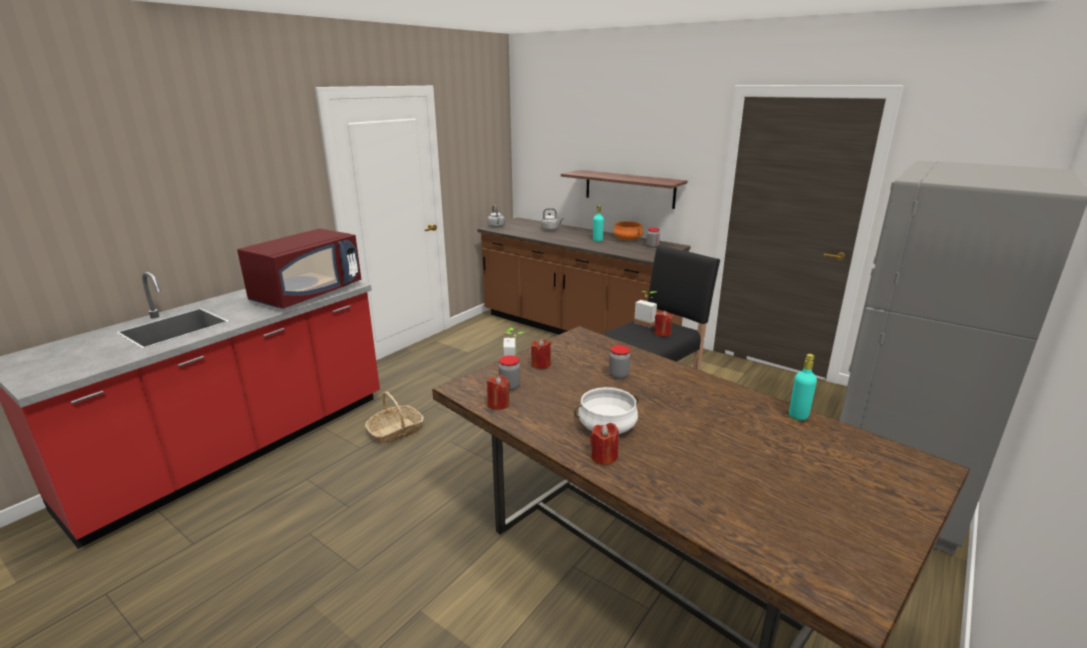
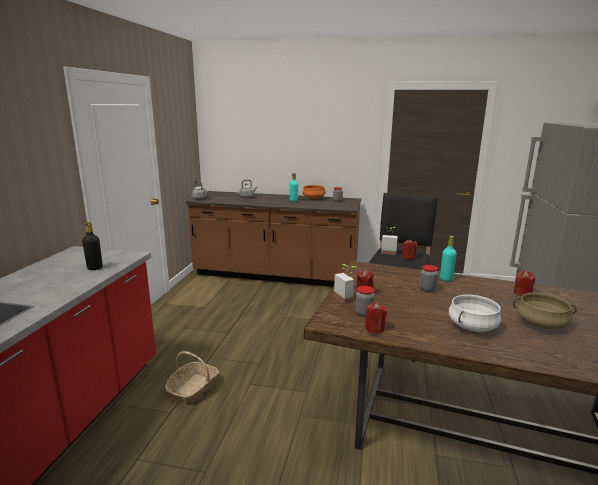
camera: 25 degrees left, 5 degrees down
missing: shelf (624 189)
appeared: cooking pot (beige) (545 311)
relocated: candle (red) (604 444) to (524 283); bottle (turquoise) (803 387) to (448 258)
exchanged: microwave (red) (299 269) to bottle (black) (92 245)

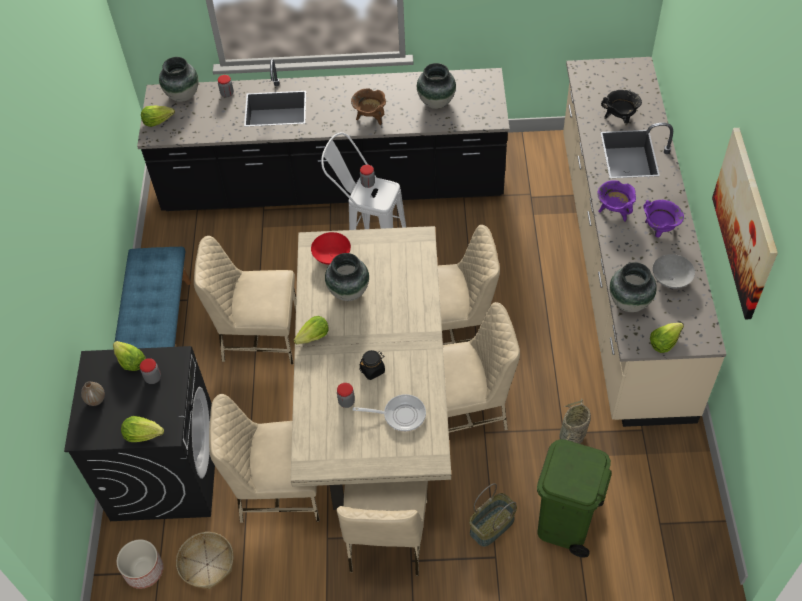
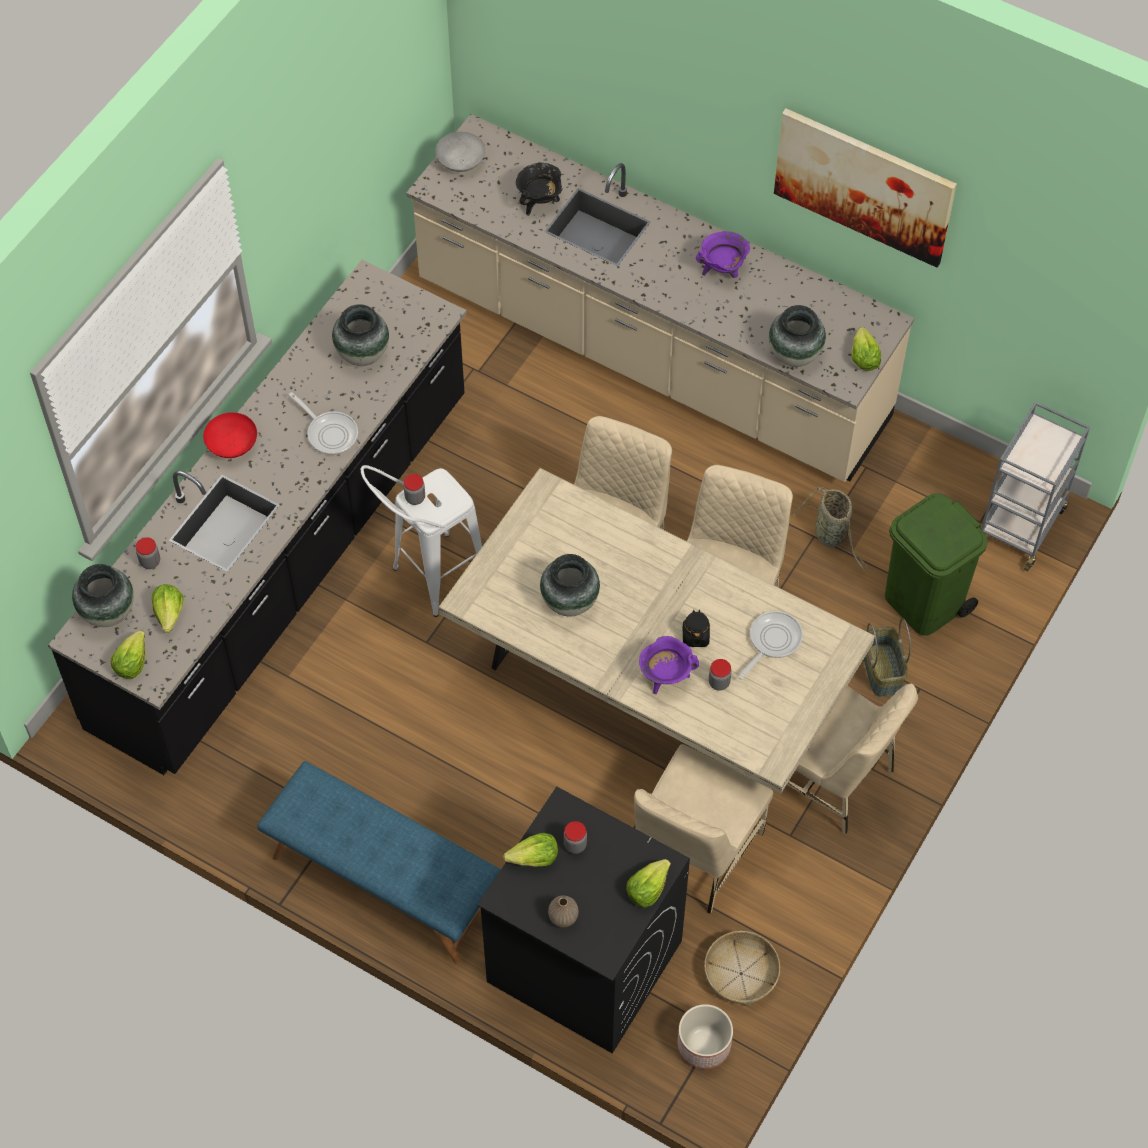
camera: 60 degrees left, 5 degrees up
missing: chair (beige) (245 300)
appeared: cart (grey) (1035 487)
relocated: lettuce (311 330) to (167 608); bowl (red) (331 248) to (230 435); cooking pot (purple) (616 201) to (669 665); bowl (grey) (674 271) to (460 152)
exchanged: cooking pot (brown) (368 106) to frying pan (323 423)

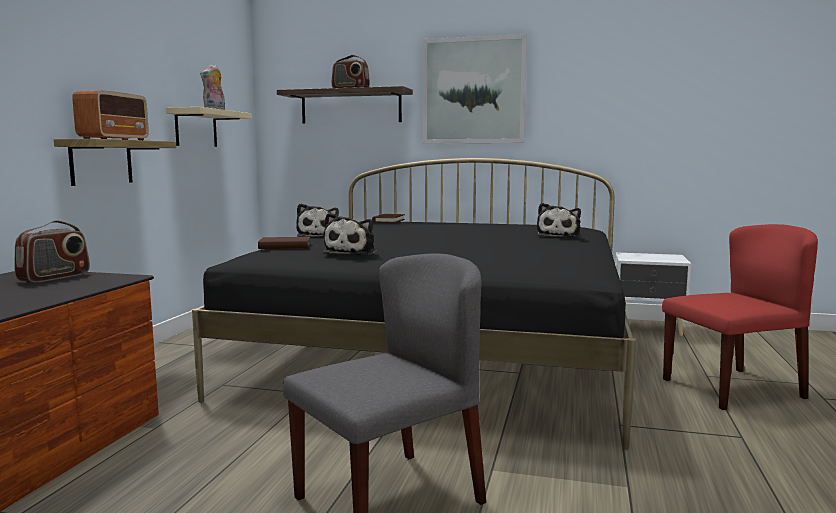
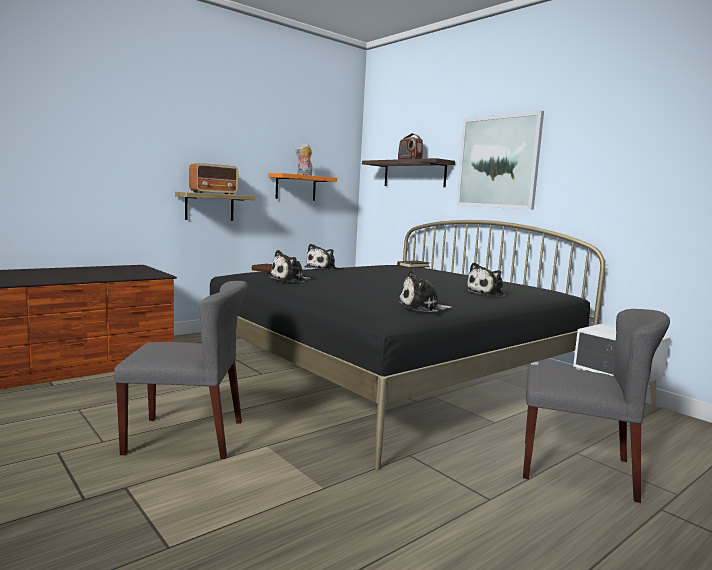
camera: 35 degrees right, 0 degrees up
missing: radio (52 251)
appeared: plush toy (425 291)
colour: shelf (beige) (209 127) to shelf (orange) (302 187); chair (red) (740 317) to chair (grey) (596 406)

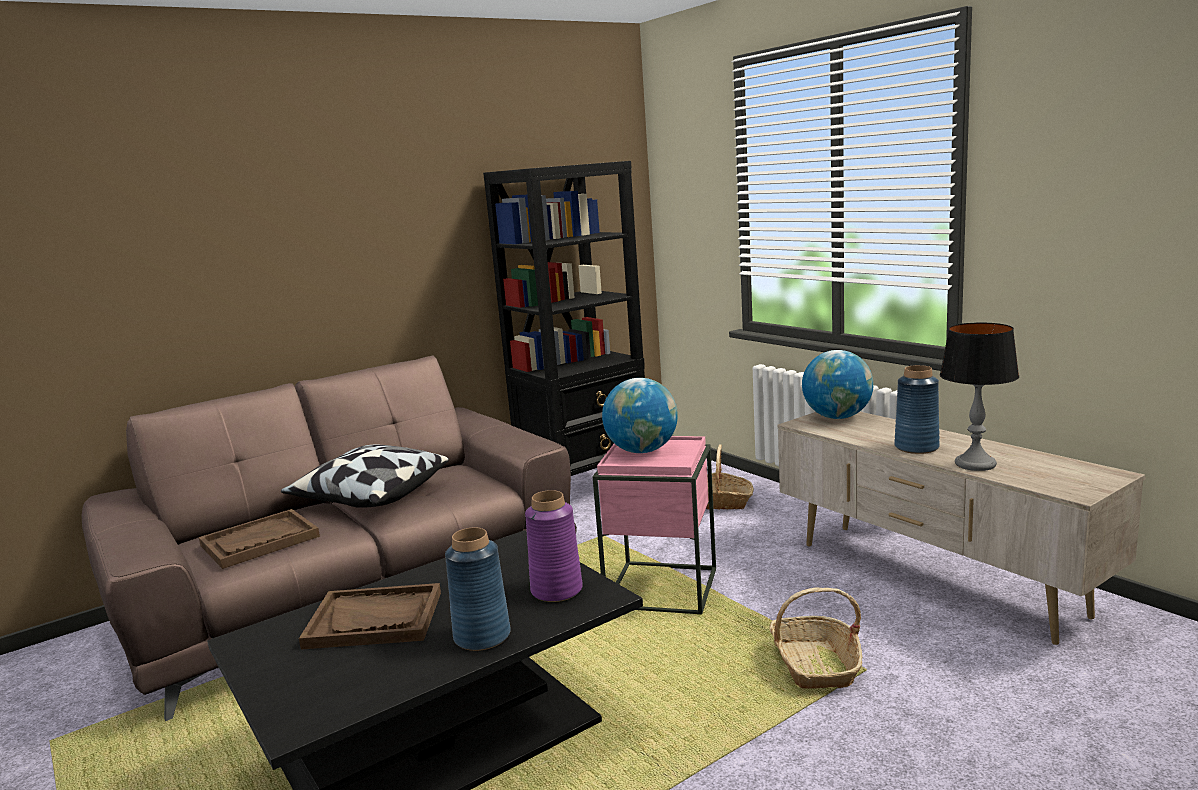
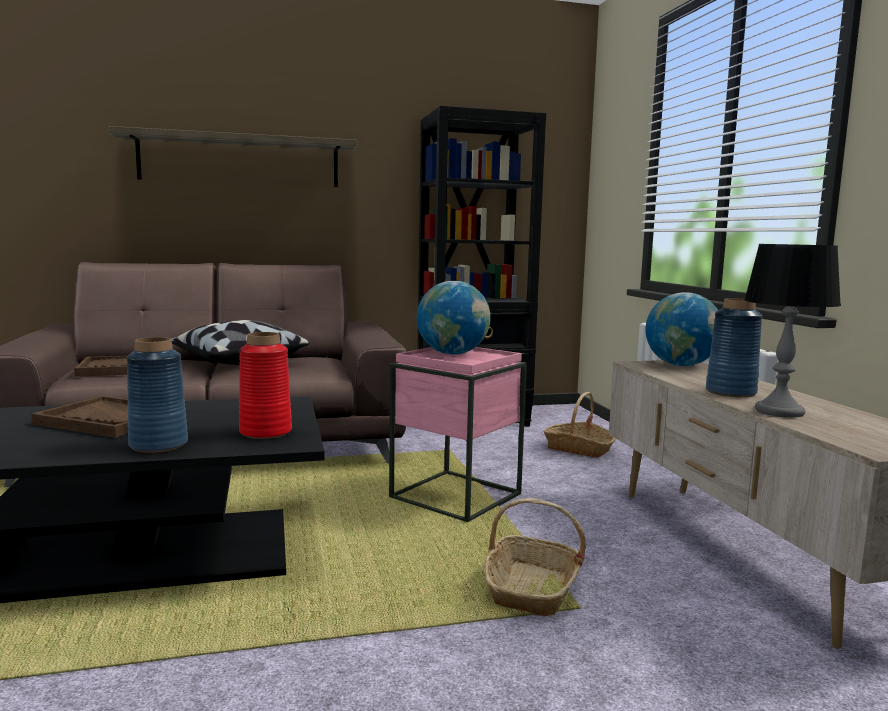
camera: 20 degrees right, 5 degrees down
appeared: shelf (233 156)
colour: vase (purple) (554 546) to vase (red) (265 385)

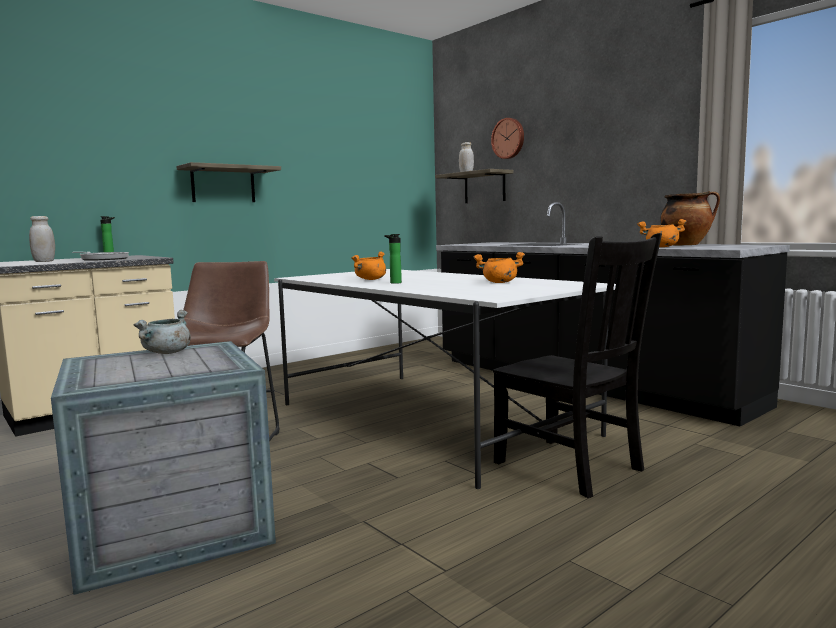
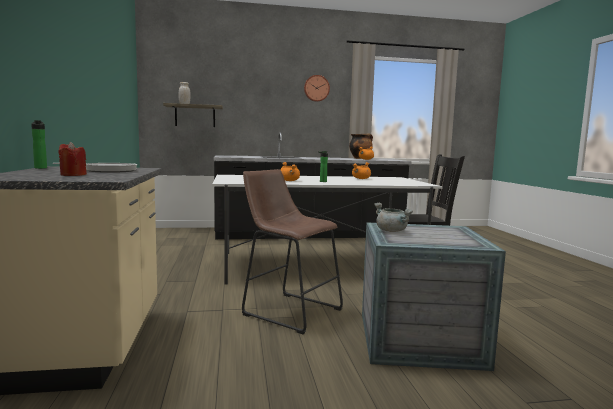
camera: 60 degrees left, 0 degrees up
missing: shelf (228 182)
relocated: wall clock (507 138) to (317 88)
exchanged: jar (white) (42 239) to candle (red) (73 159)

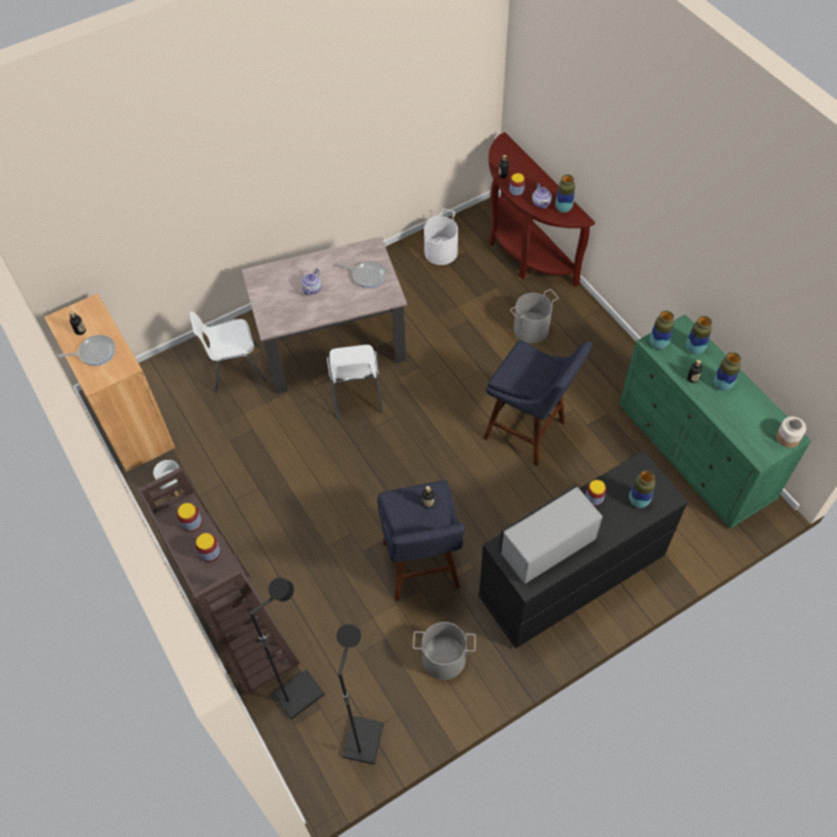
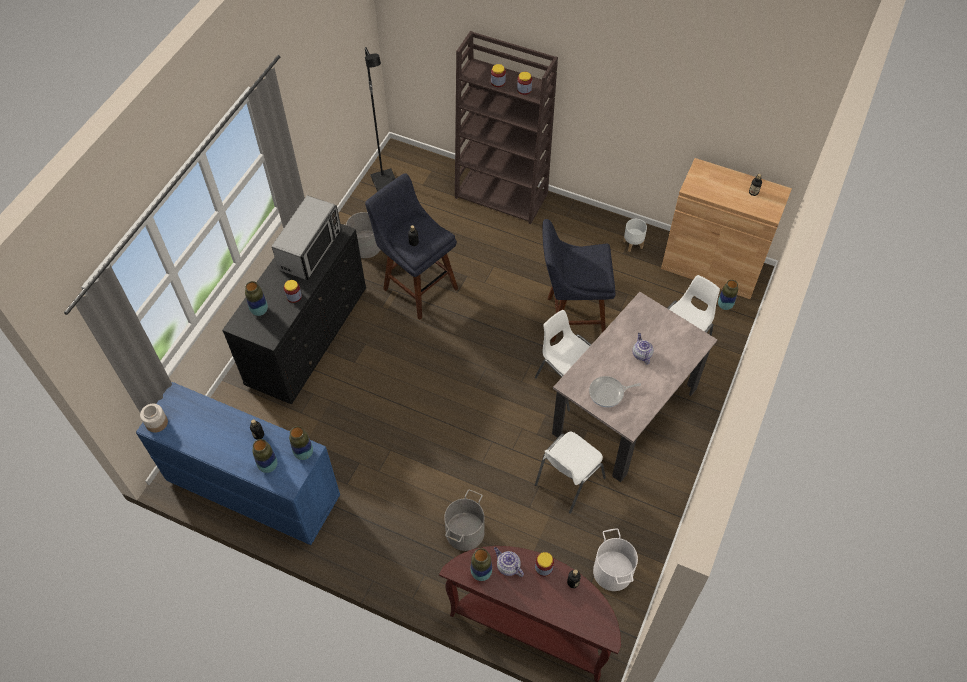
camera: 145 degrees right, 0 degrees up
missing: frying pan (86 350); floor lamp (black) (287 648)
appeared: chair (white) (570 473)
relocated: stool (blue) (537 403) to (579 280); vase (727 371) to (728 295)
colour: dresser (green) (715 422) to dresser (blue) (238 463)

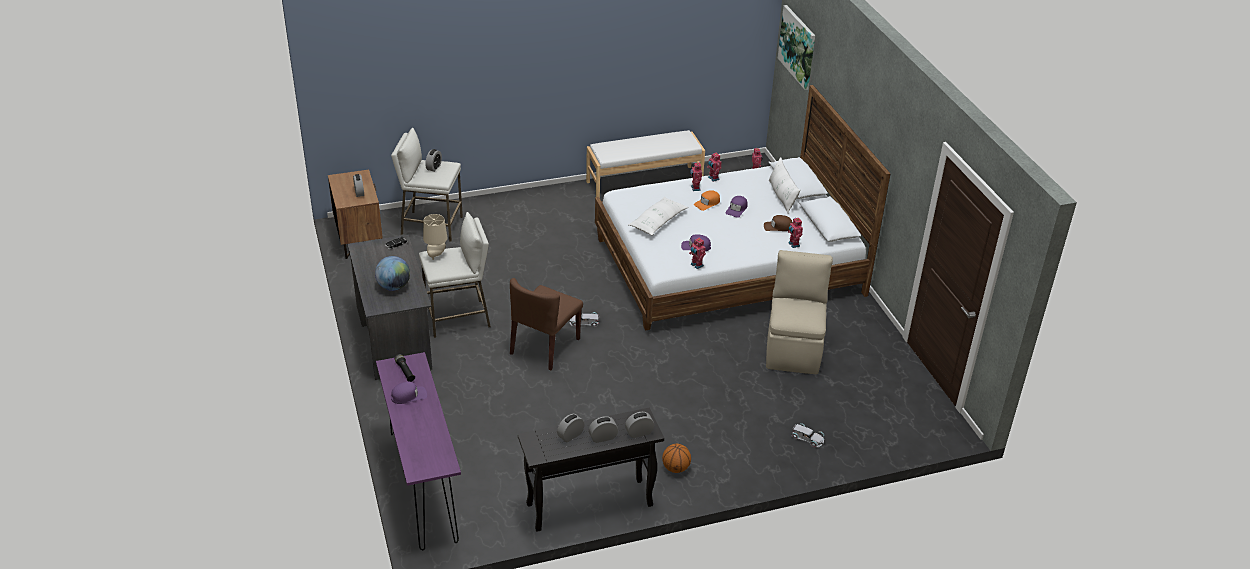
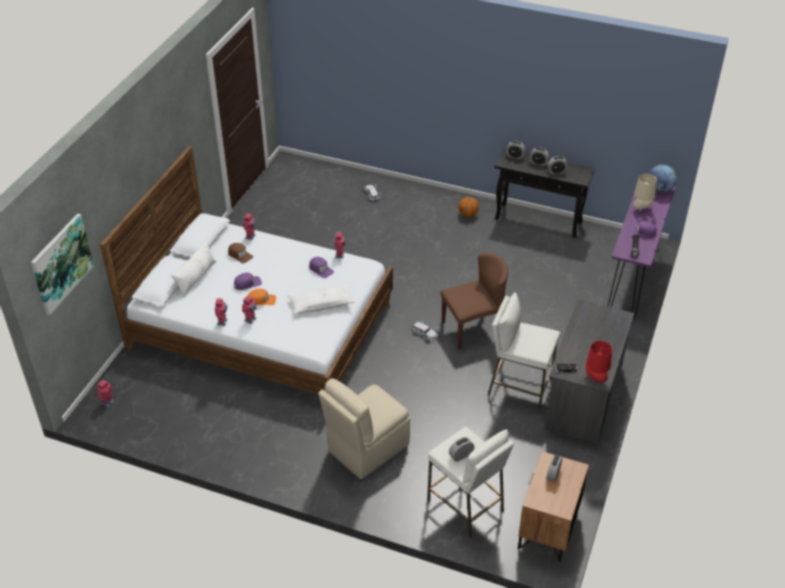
camera: 140 degrees left, 5 degrees up
missing: bench (white) (645 164)
appeared: table lamp (red) (599 362)
relocated: globe (392 273) to (663 179); table lamp (beige) (435 237) to (645 192); chair (beige) (799 312) to (364 428)

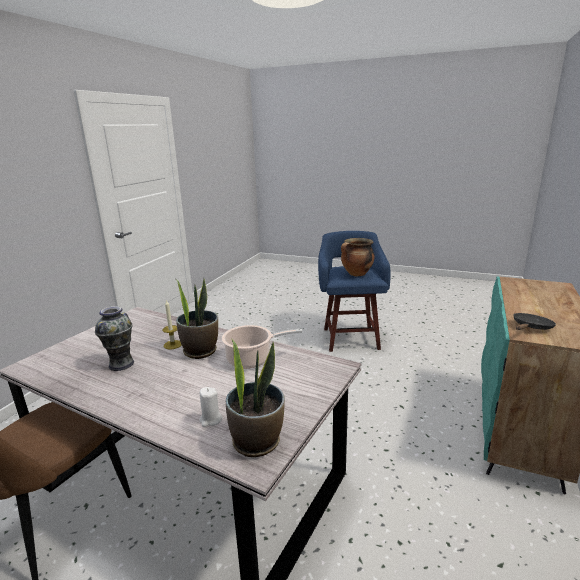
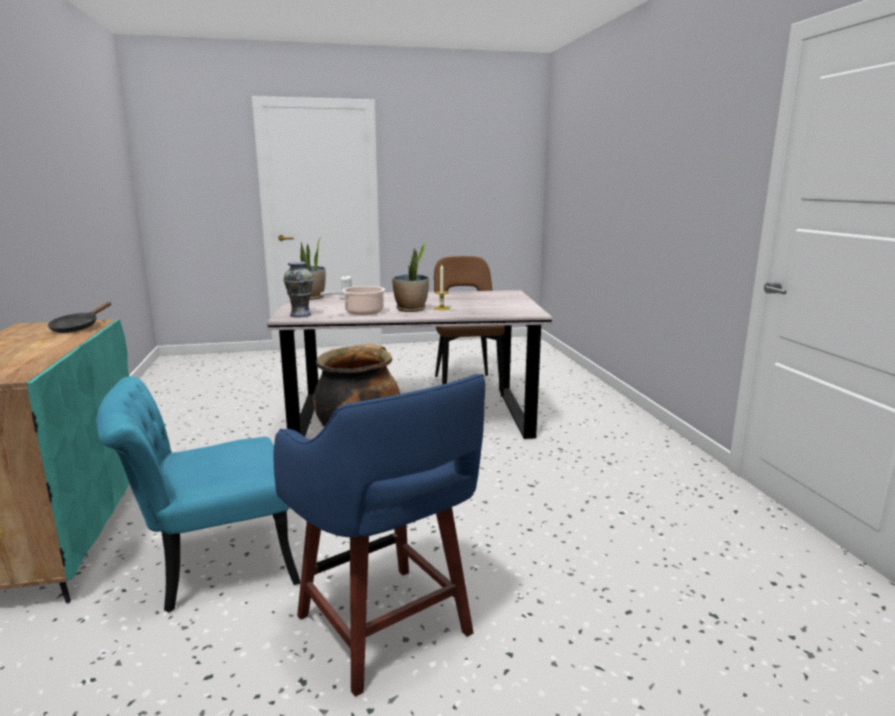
camera: 145 degrees right, 5 degrees down
appeared: chair (turquoise) (198 494)
relocated: vase (114 338) to (298 289)

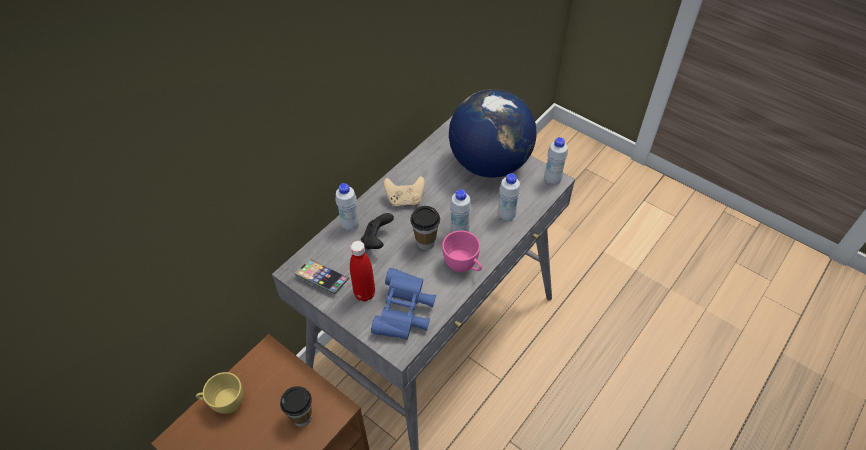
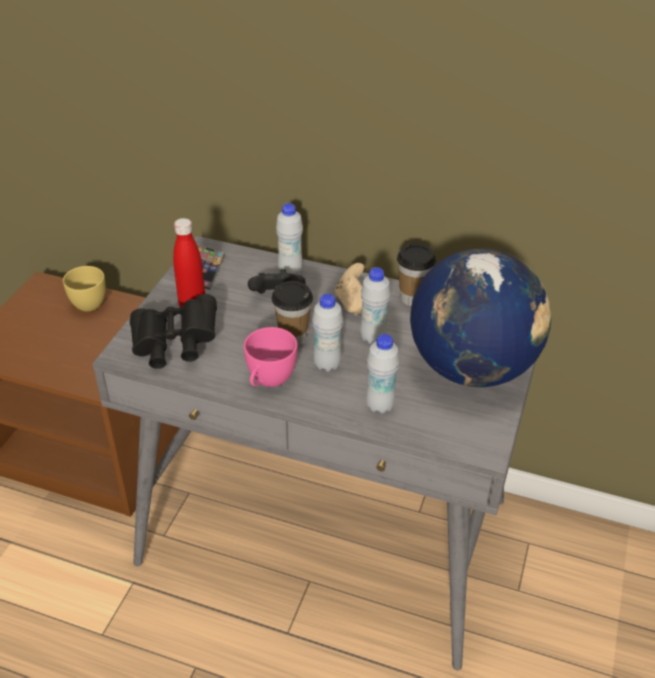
camera: 70 degrees right, 10 degrees down
relocated: cup (296 406) to (416 274); bottle (white) (556 161) to (375 305)
colour: binoculars (blue) (403 304) to binoculars (black) (173 331)

